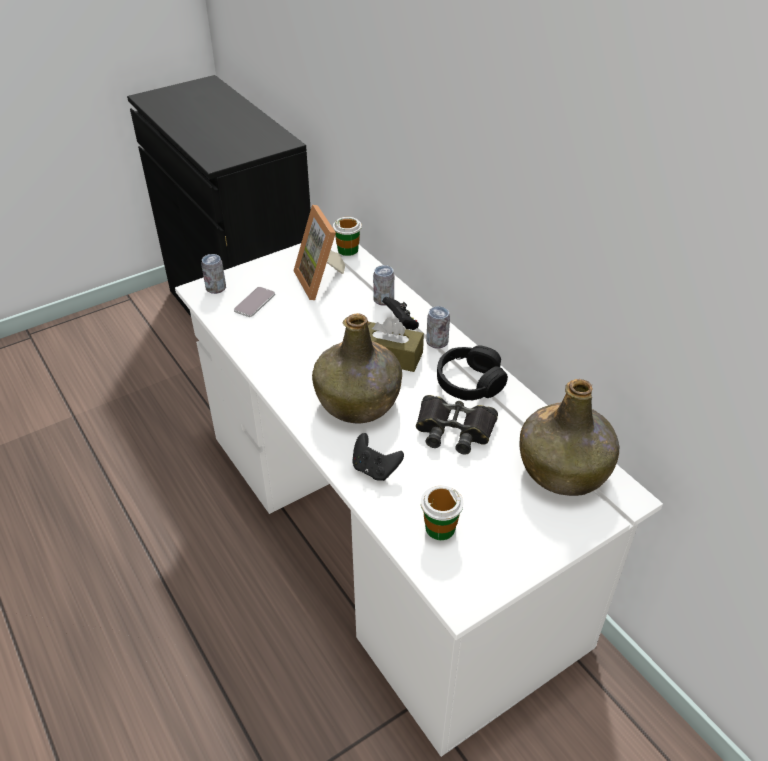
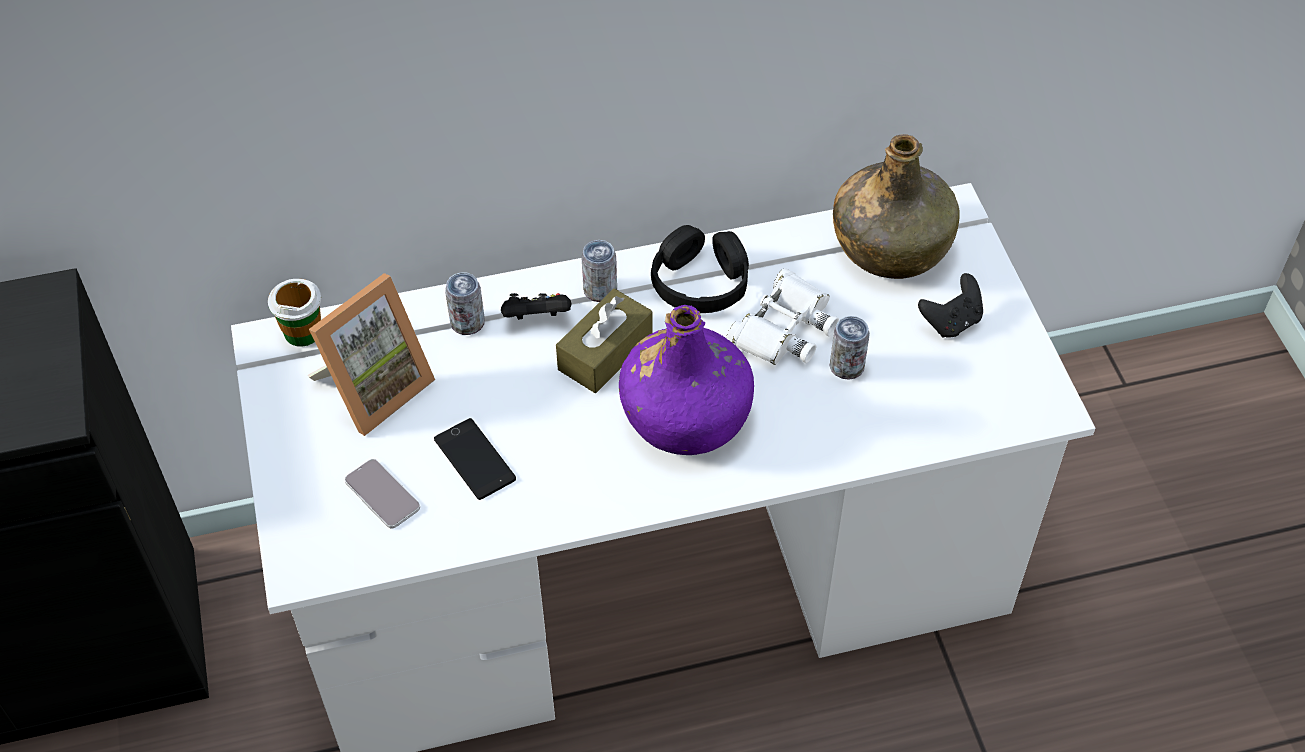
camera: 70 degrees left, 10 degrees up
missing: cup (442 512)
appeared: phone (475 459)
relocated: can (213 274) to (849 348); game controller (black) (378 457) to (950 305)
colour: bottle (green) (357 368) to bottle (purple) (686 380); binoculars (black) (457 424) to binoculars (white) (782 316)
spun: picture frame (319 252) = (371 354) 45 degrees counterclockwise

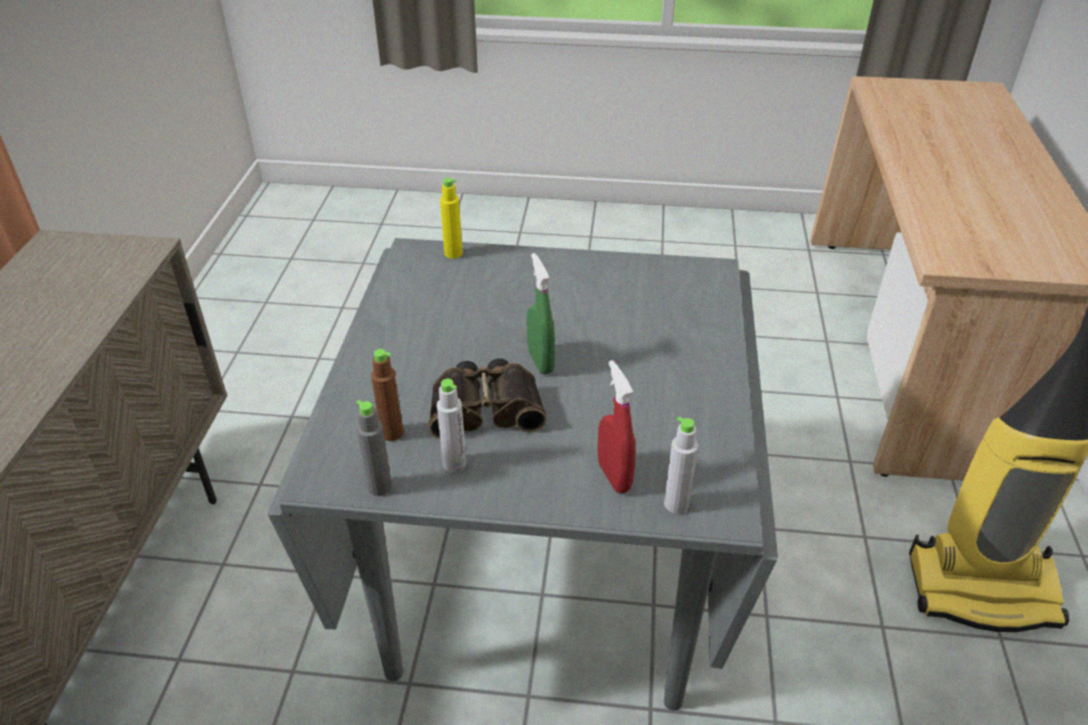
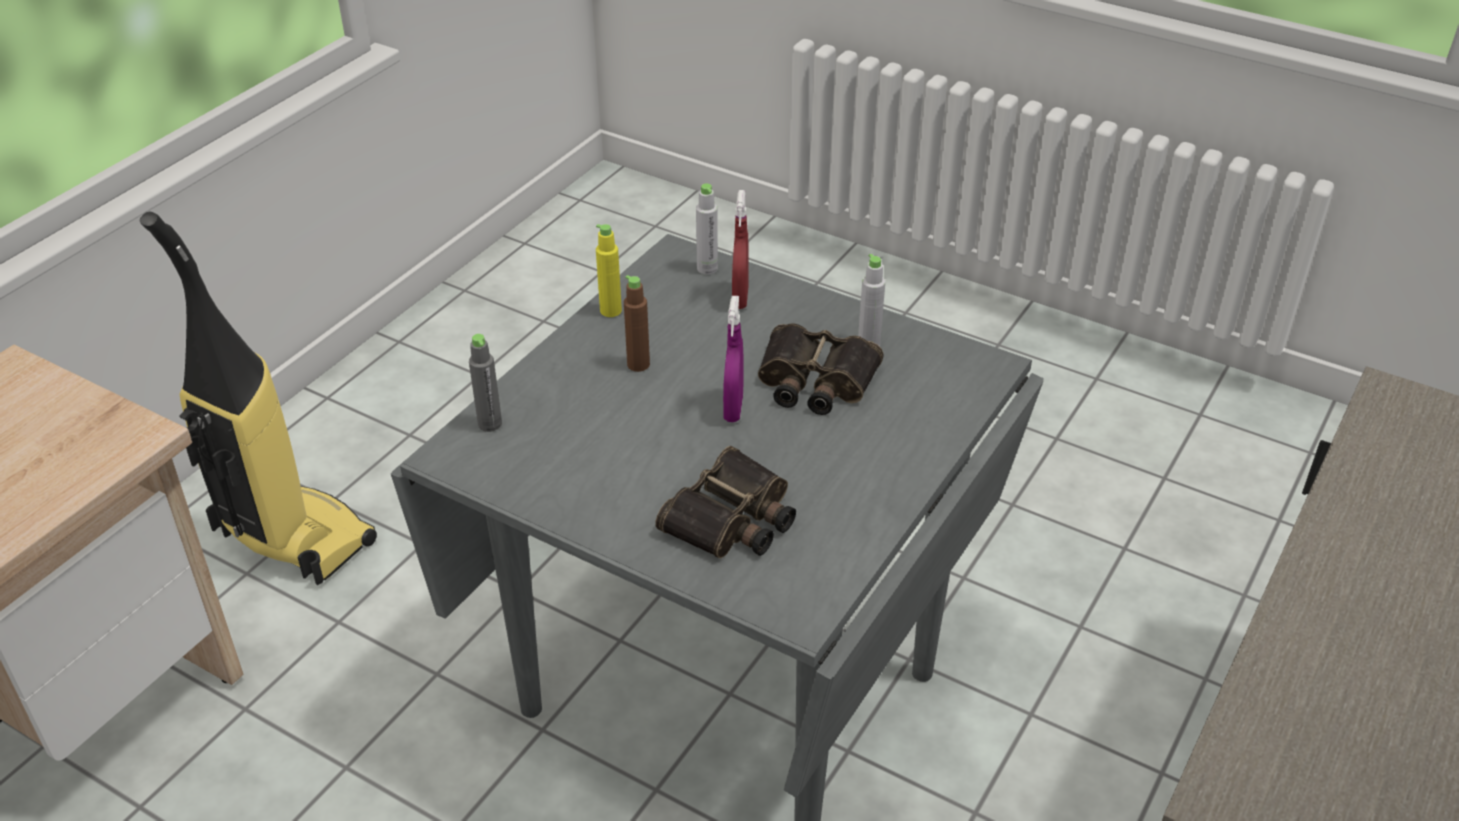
camera: 155 degrees left, 0 degrees up
appeared: binoculars (725 502)
relocated: bottle (grey) (374 448) to (485 383); bottle (brown) (387 395) to (637 323); bottle (yellow) (451 218) to (609 270)
colour: spray bottle (green) (541 313) to spray bottle (purple) (733 359)

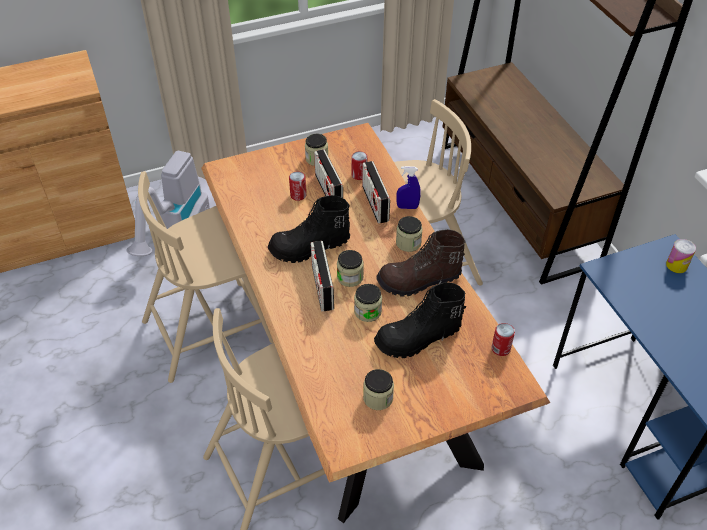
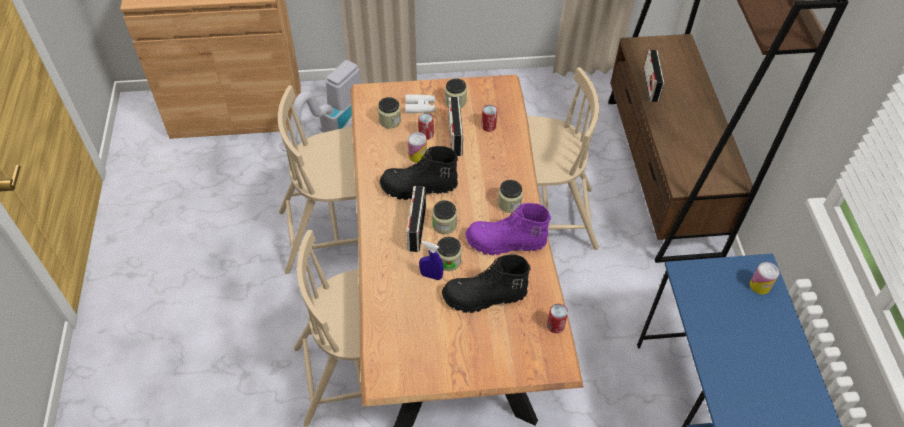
camera: 15 degrees right, 5 degrees up
appeared: binoculars (white) (420 103); can (417 147)
relocated: radio (376 192) to (653 76); jar (378 389) to (389 113); spray bottle (blue) (408 187) to (431 260)
colour: boot (brown) (421 263) to boot (purple) (508 229)

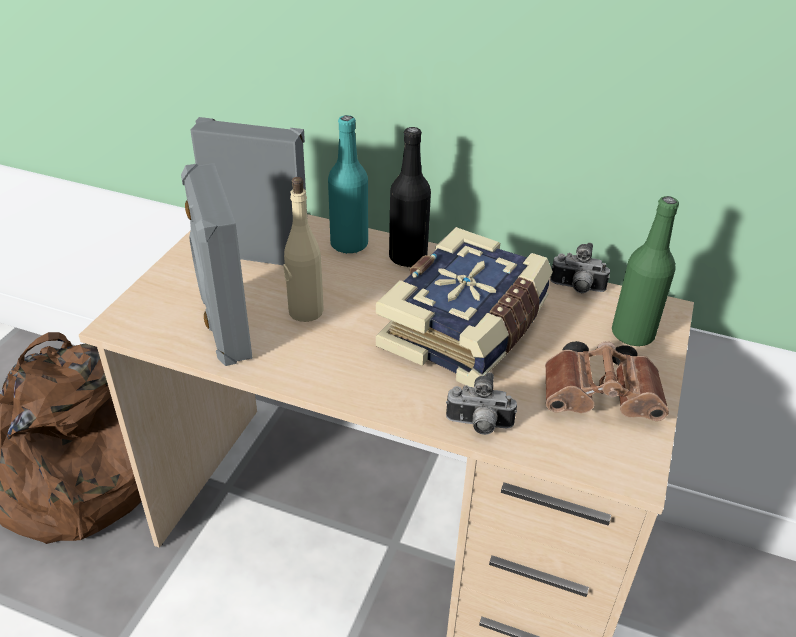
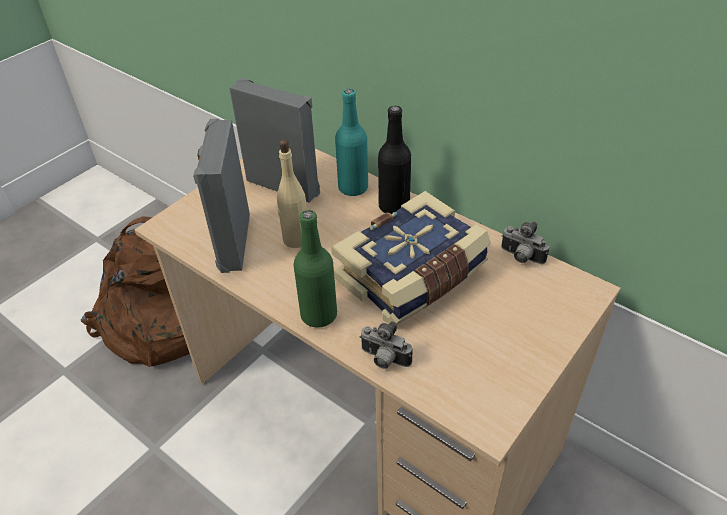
camera: 20 degrees right, 5 degrees up
missing: binoculars (brown) (607 381)
relocated: bottle (green) (645 271) to (315 269)

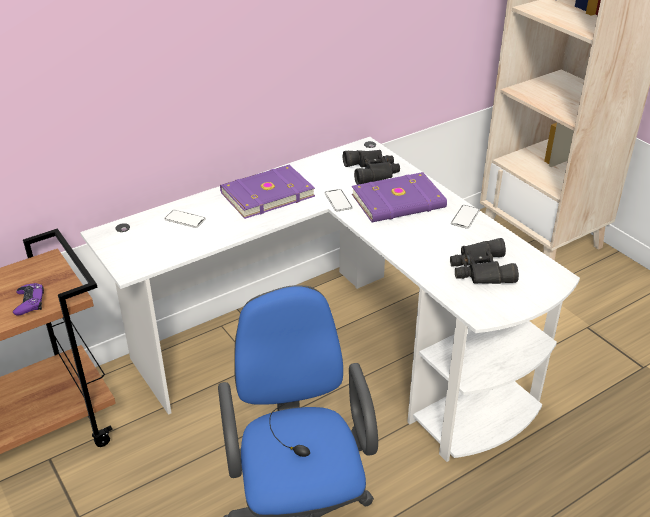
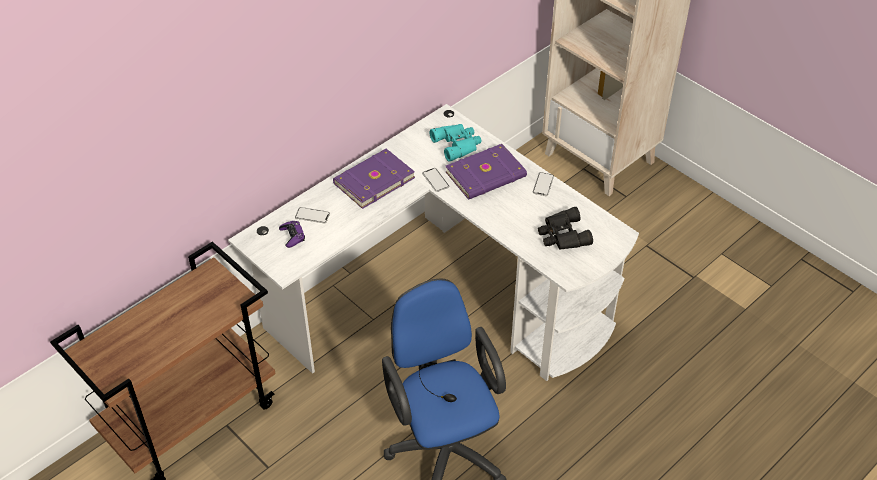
camera: 10 degrees left, 10 degrees up
relocated: game controller (purple) (28 299) to (292 234)
colour: binoculars (black) (371 167) to binoculars (turquoise) (455 143)

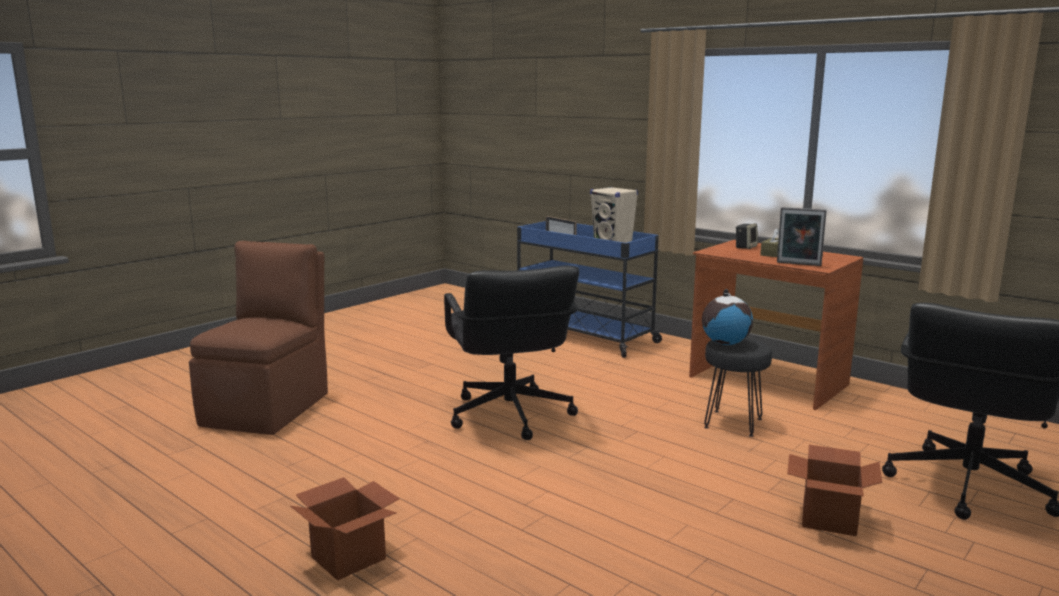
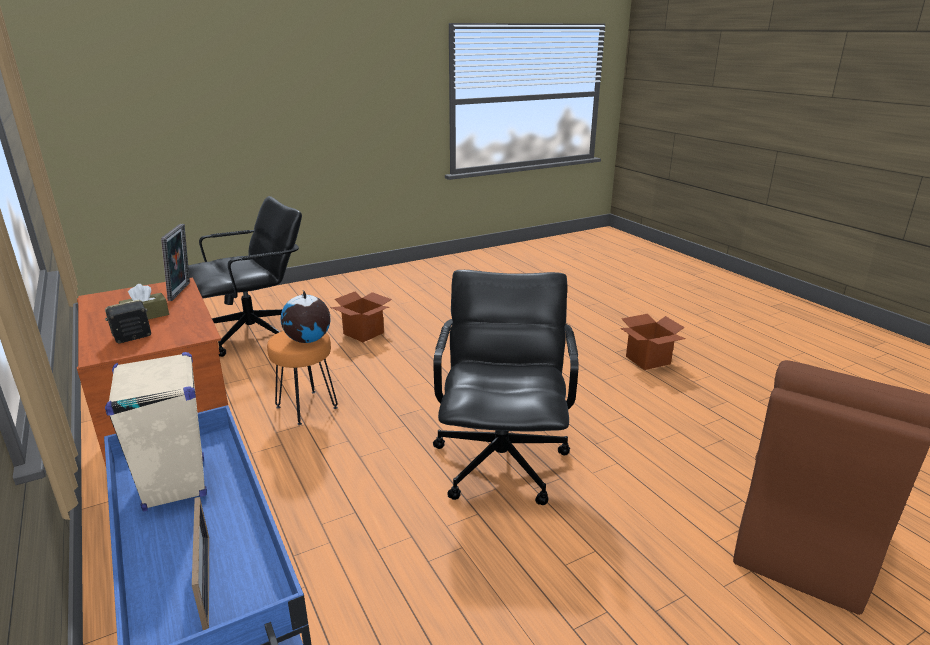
camera: 160 degrees left, 10 degrees up
colour: stool (black) (738 387) to stool (orange) (302 378)
spun: picture frame (802 236) = (175 262) 45 degrees clockwise

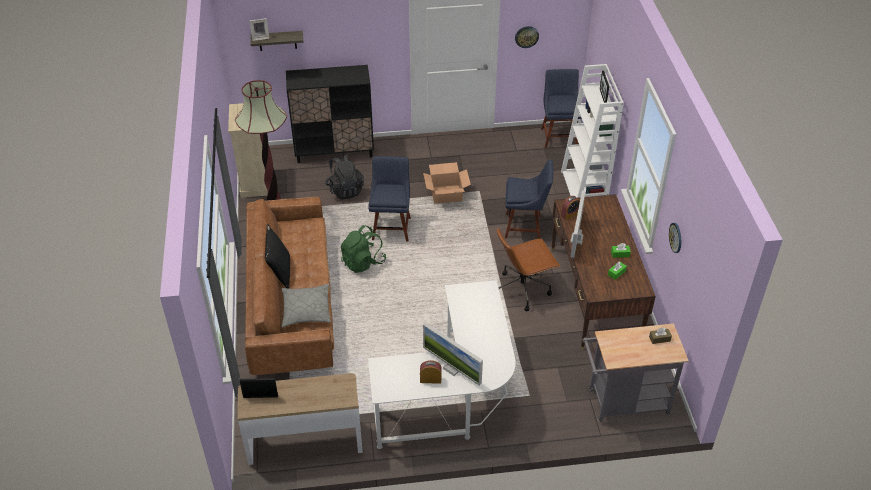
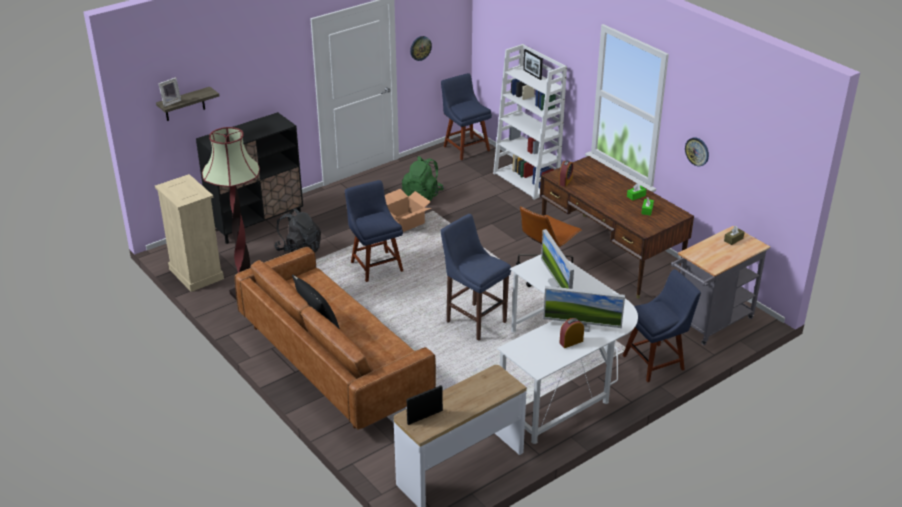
camera: 30 degrees left, 10 degrees down
missing: pillow (grey) (306 305)
appeared: stool (blue) (476 277)
relocated: backpack (green) (363 249) to (423 178); chair (blue) (529 199) to (662 325); monitor (578 224) to (557 259)

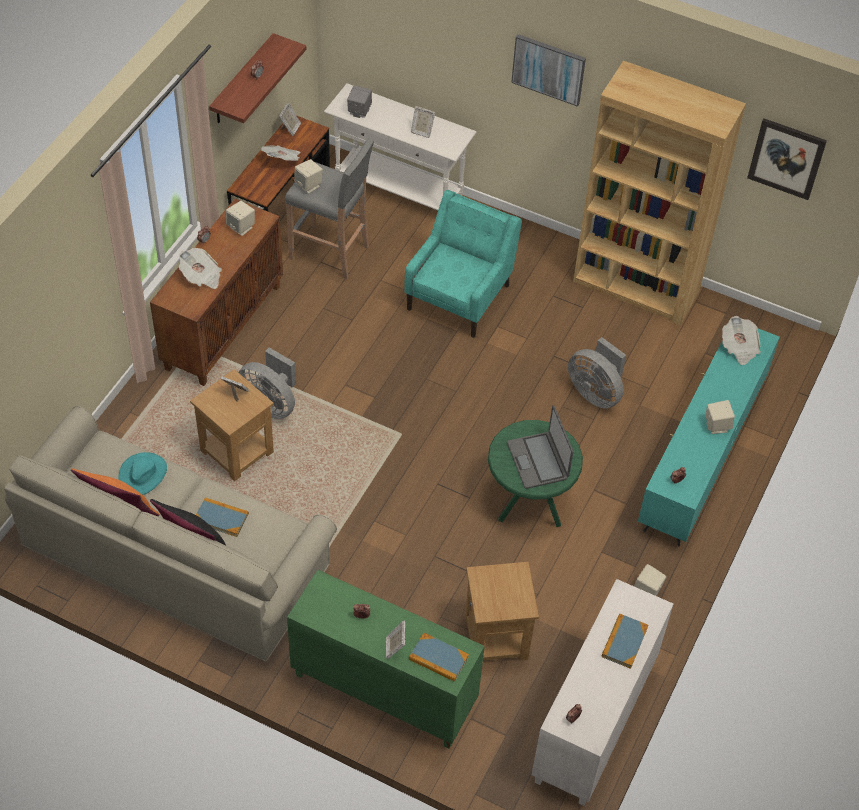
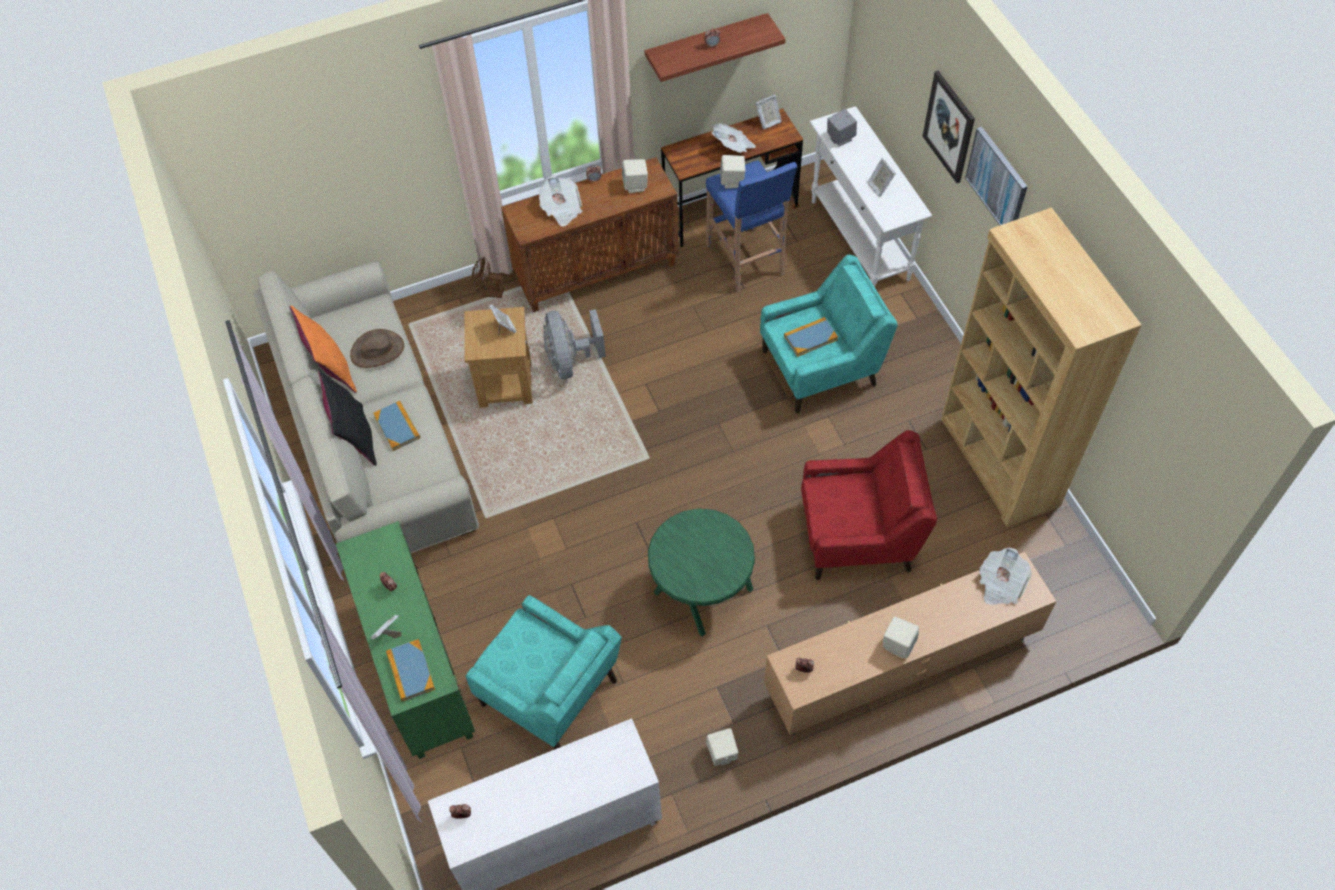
camera: 45 degrees right, 5 degrees up
missing: laptop (540 447)
appeared: fan (brown) (488 277)
relocated: book (625 641) to (811 337); picture (787 159) to (949 127)
exchanged: side table (brown) (502 611) to armchair (turquoise) (543 672); fan (grey) (597 372) to armchair (red) (869 505)
colour: hat (turquoise) (142 473) to hat (brown) (377 348); stool (grey) (329 208) to stool (blue) (751 226); tv stand (turquoise) (709 437) to tv stand (brown) (910 643)

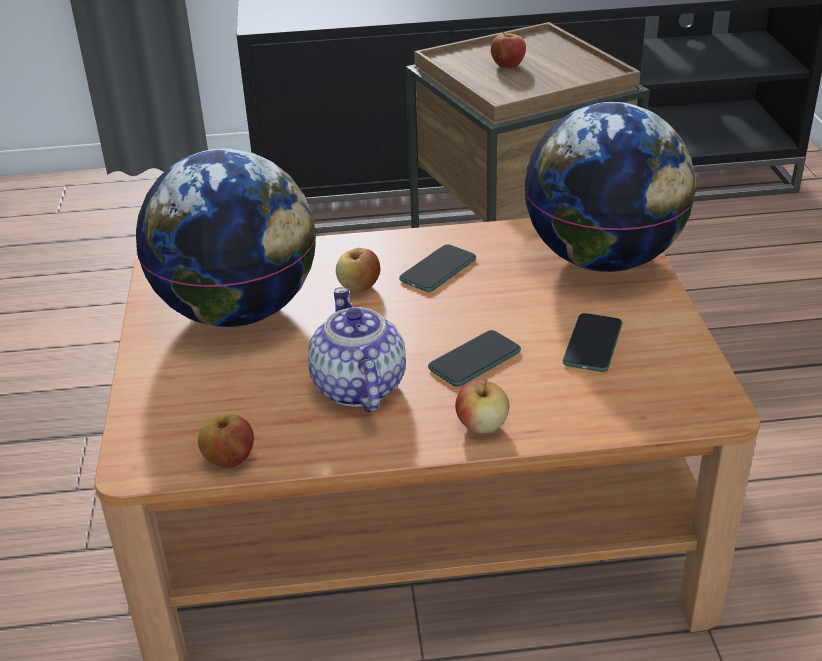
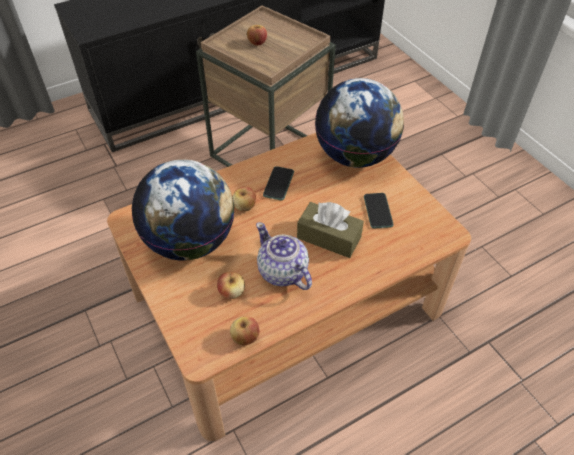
camera: 25 degrees left, 15 degrees up
relocated: apple (482 406) to (231 285)
exchanged: phone (474 358) to tissue box (brown) (330 230)

